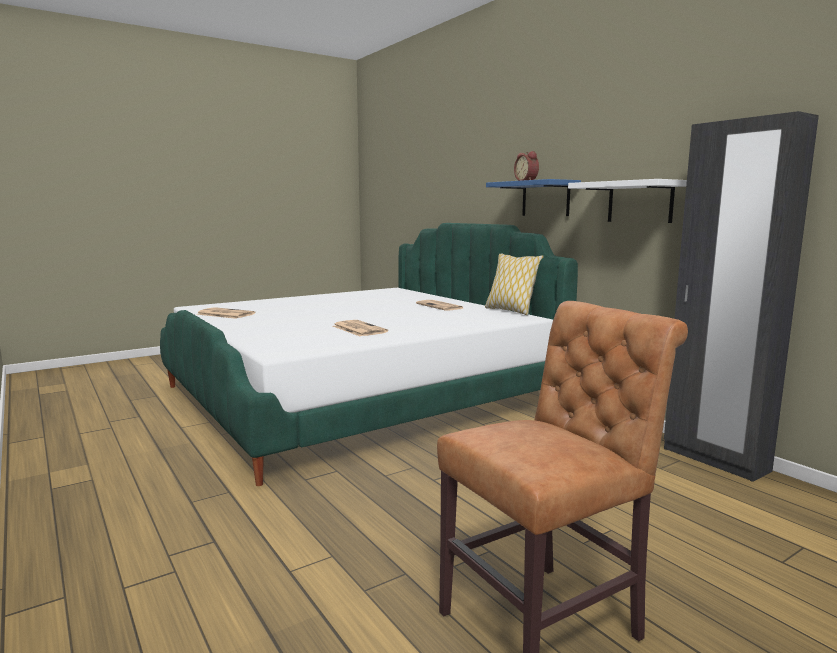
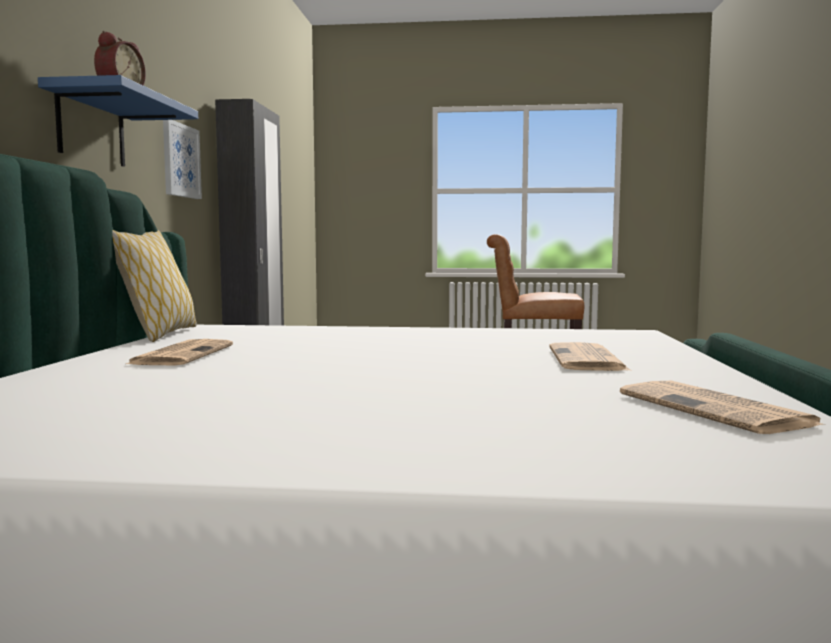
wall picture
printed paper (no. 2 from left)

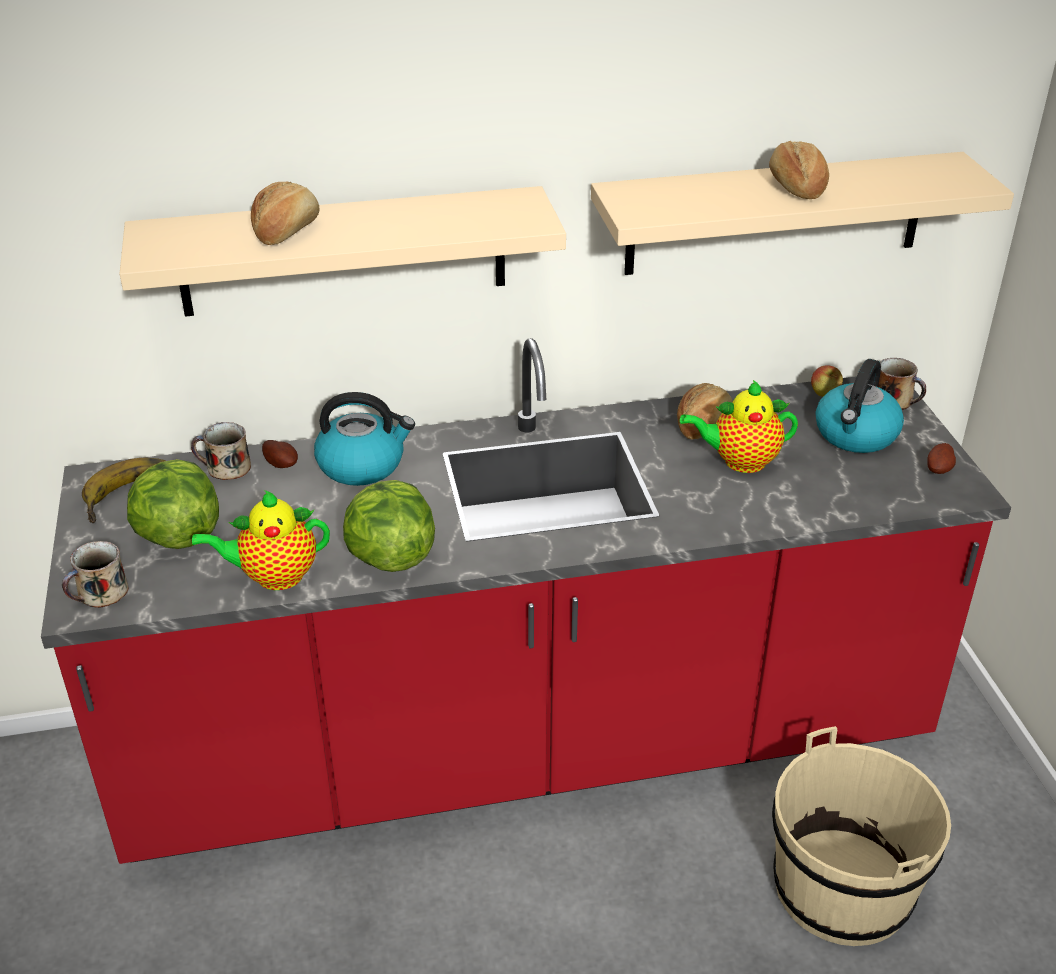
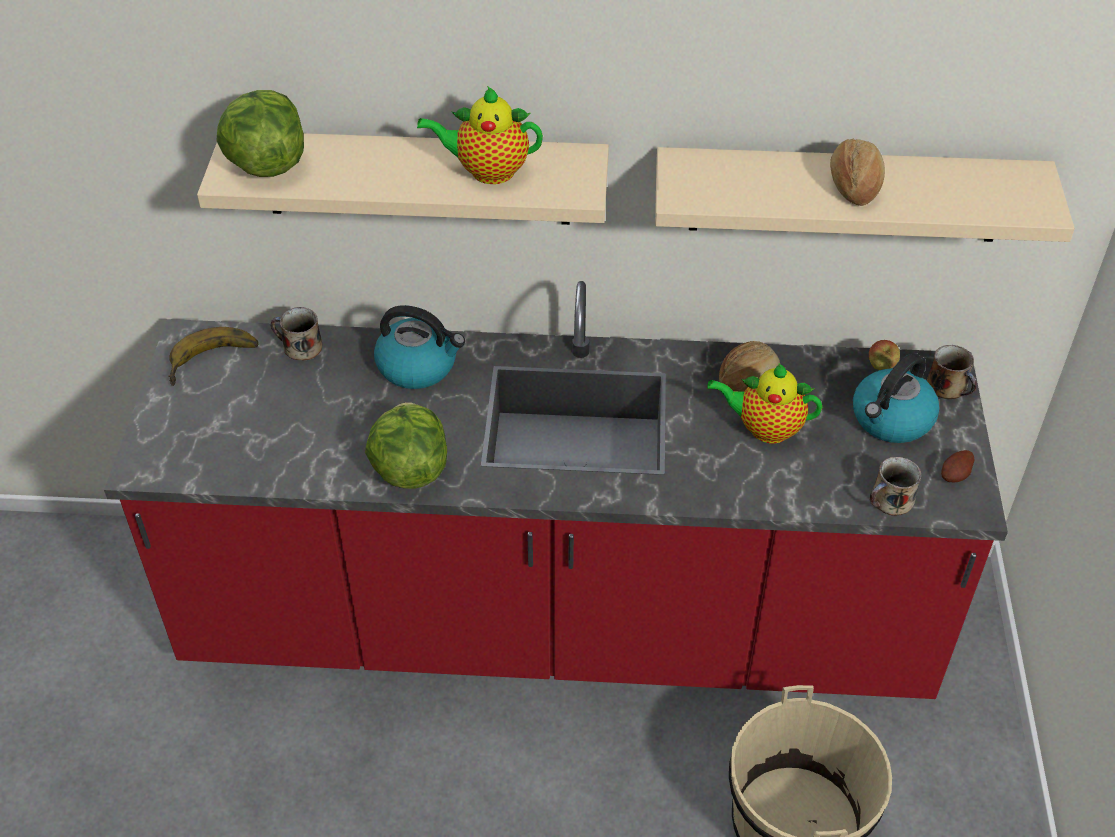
lettuce (no. 1 from left)
tea pot (no. 1 from left)
coffee mug (no. 2 from left)
baked bread (no. 1 from left in the first image)
potato (no. 1 from left in the first image)

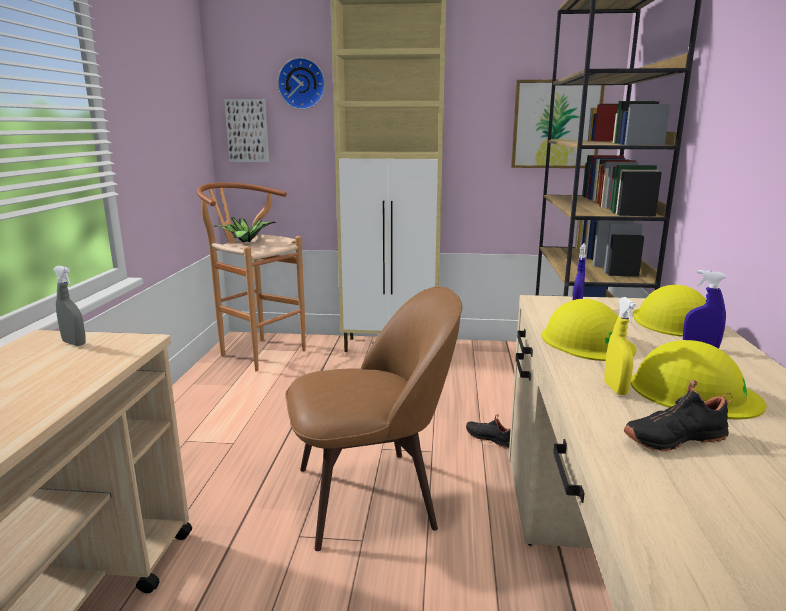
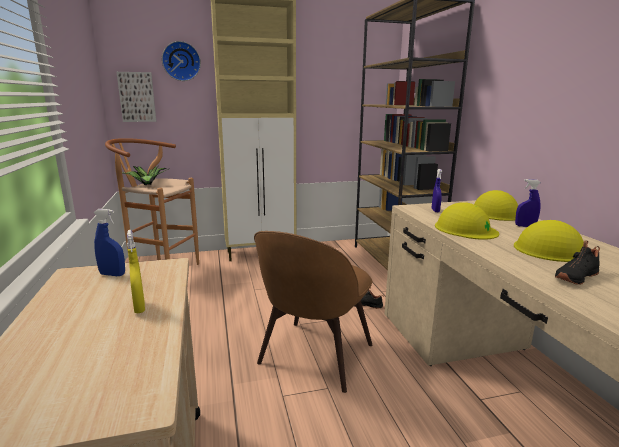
spray bottle (blue-coloured) (no. 1 from left)
spray bottle (yellow-coloured)
upright chair (brownish)
wall picture (no. 2 from left in the first image)

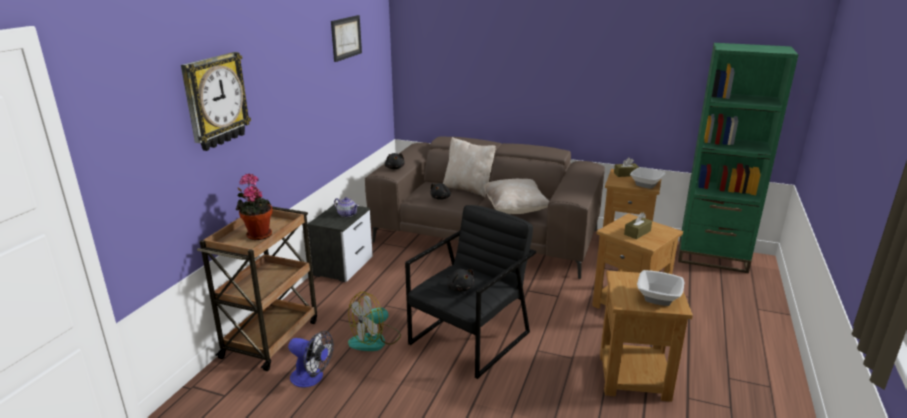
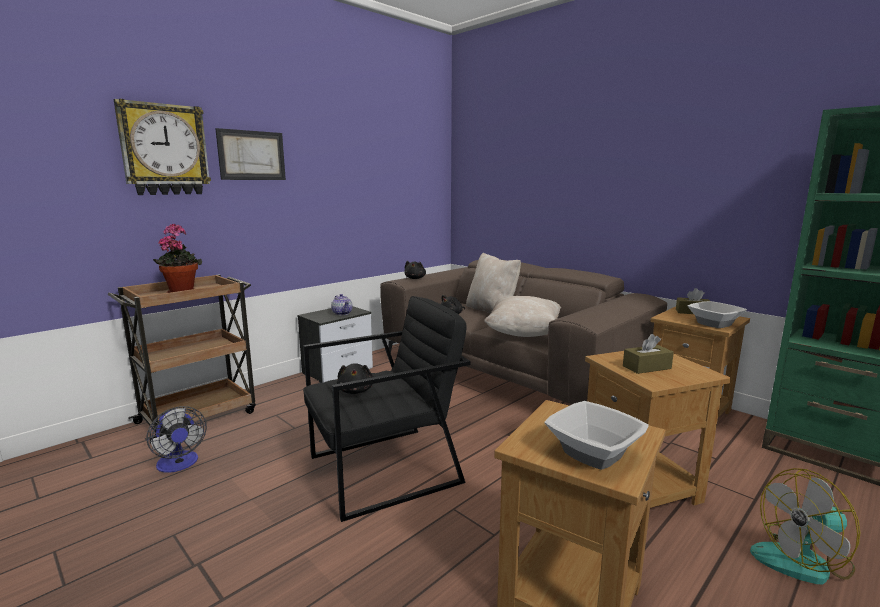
wall picture
fan (no. 2 from left)

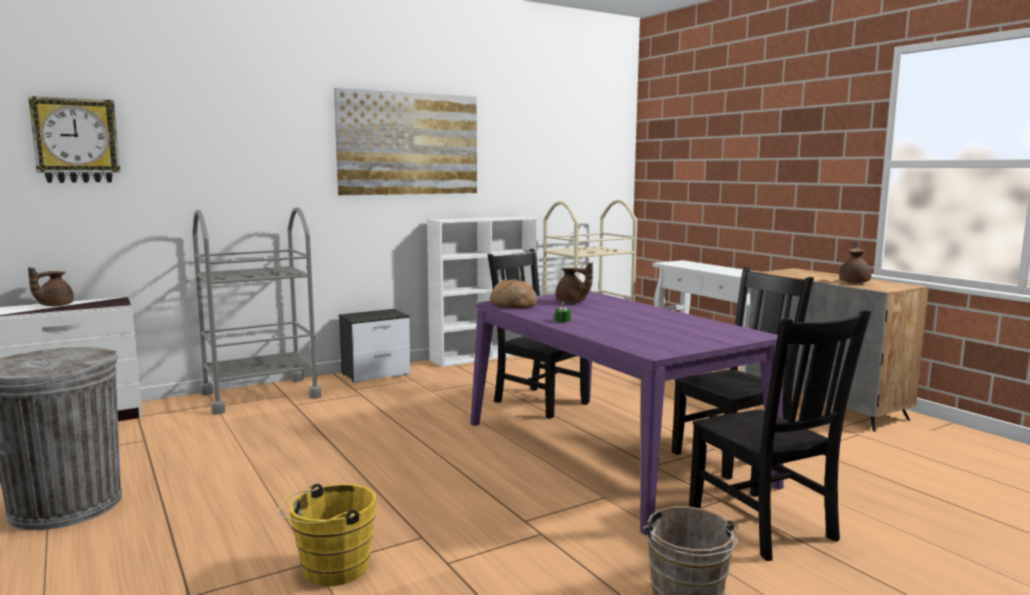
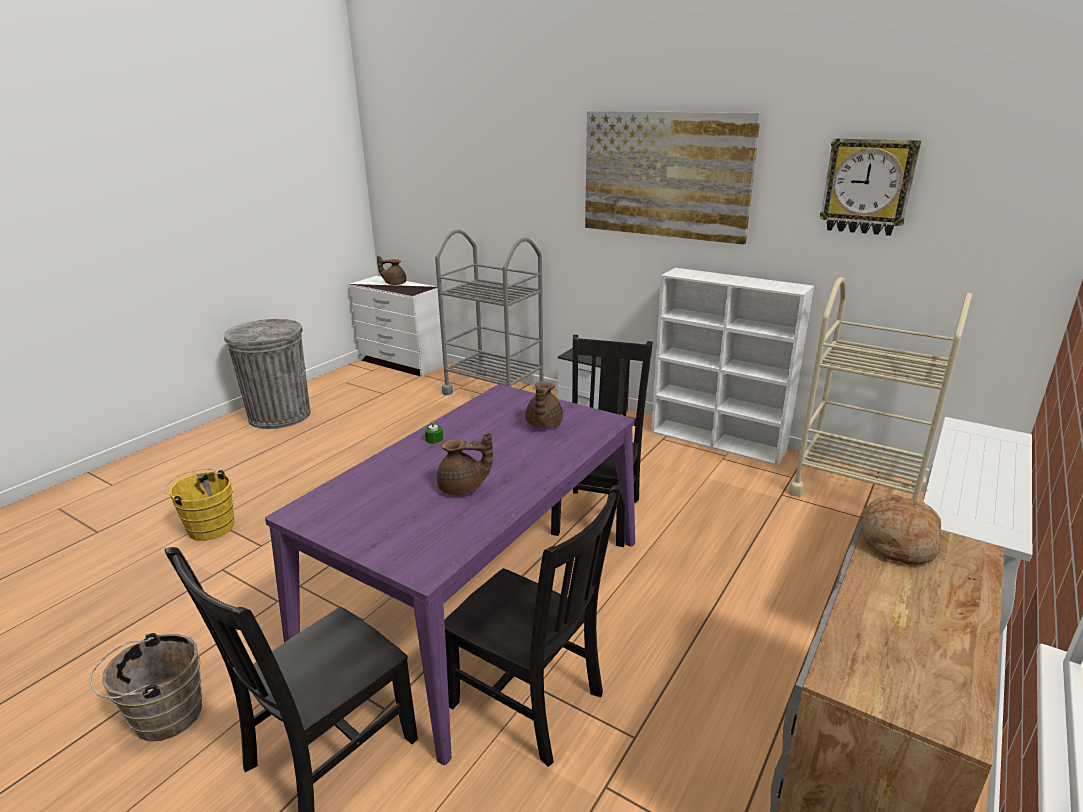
tea pot (brownish) (no. 2 from left)
wall clock
baked bread

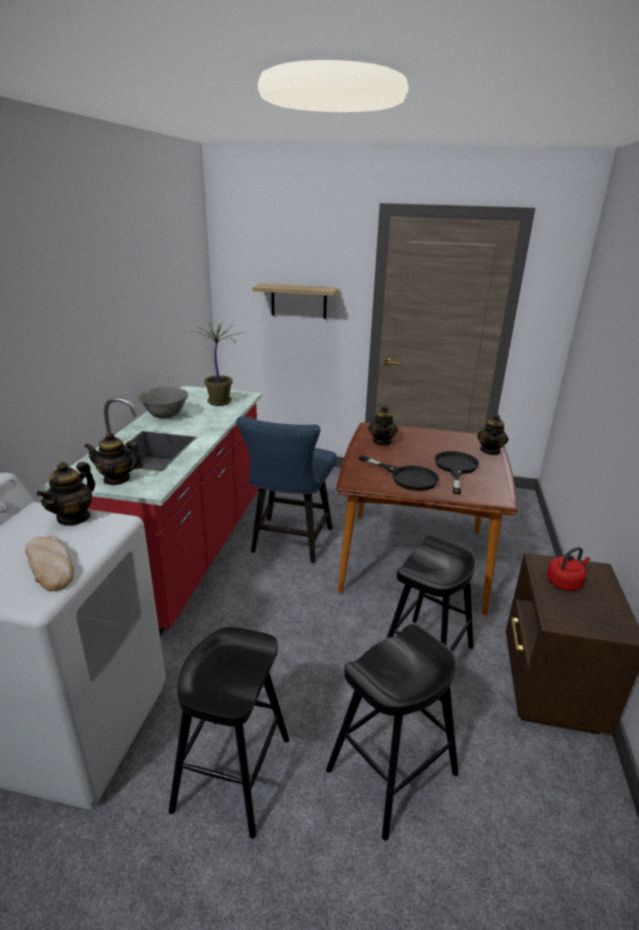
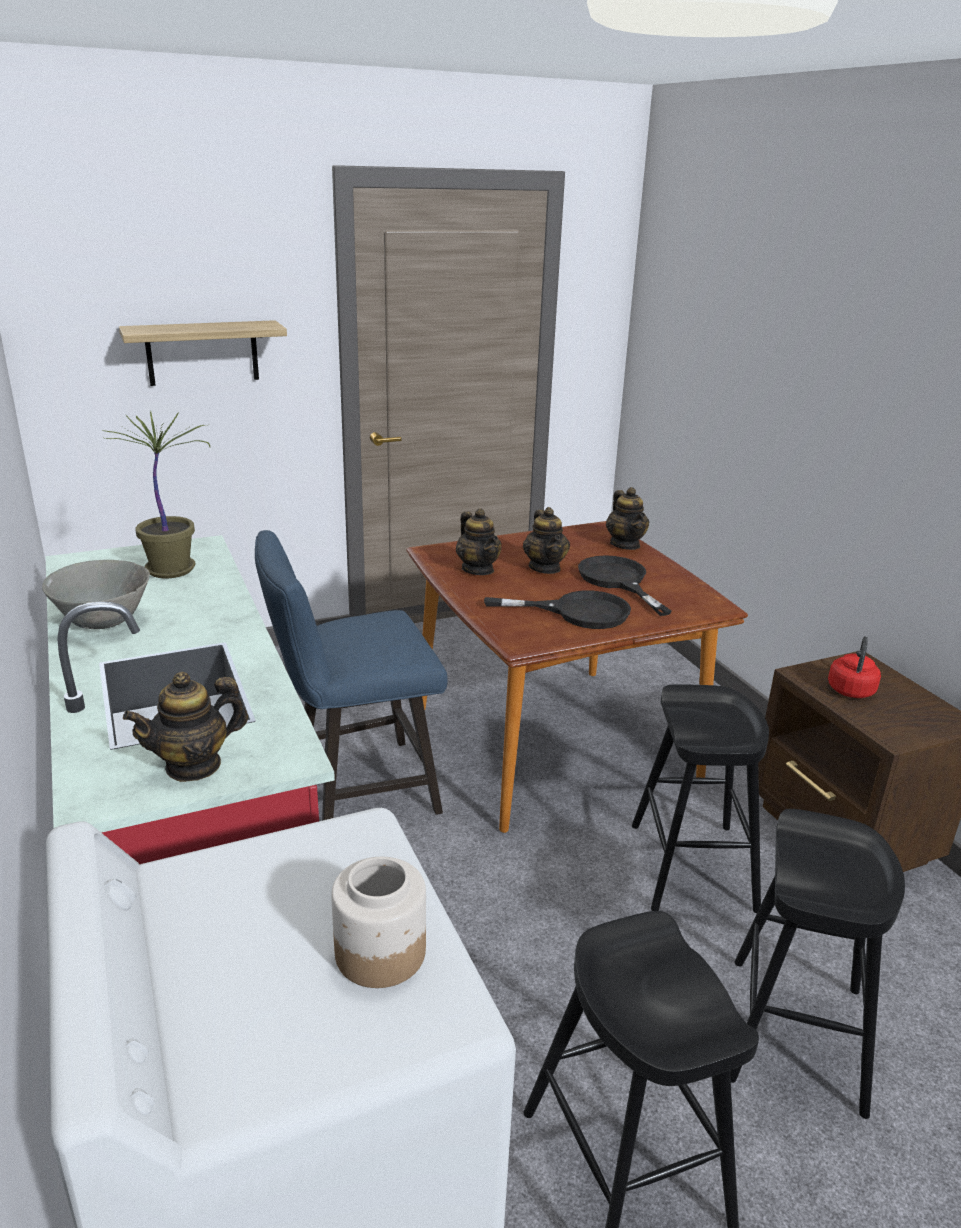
upright chair (blue-coloured)
preserve jar
tea pot (no. 3 from left)

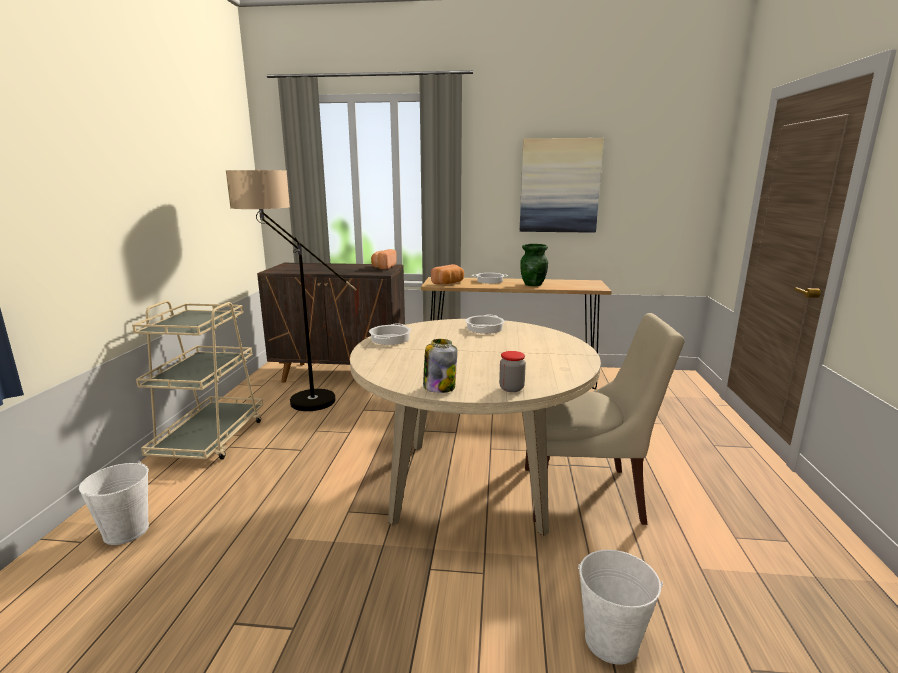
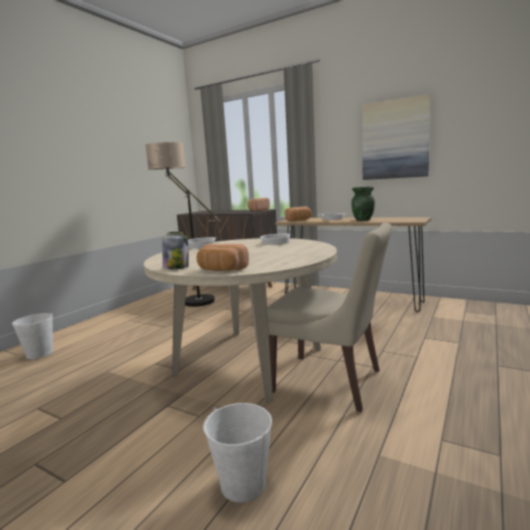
baked bread (no. 1 from left)
trolley (beige)

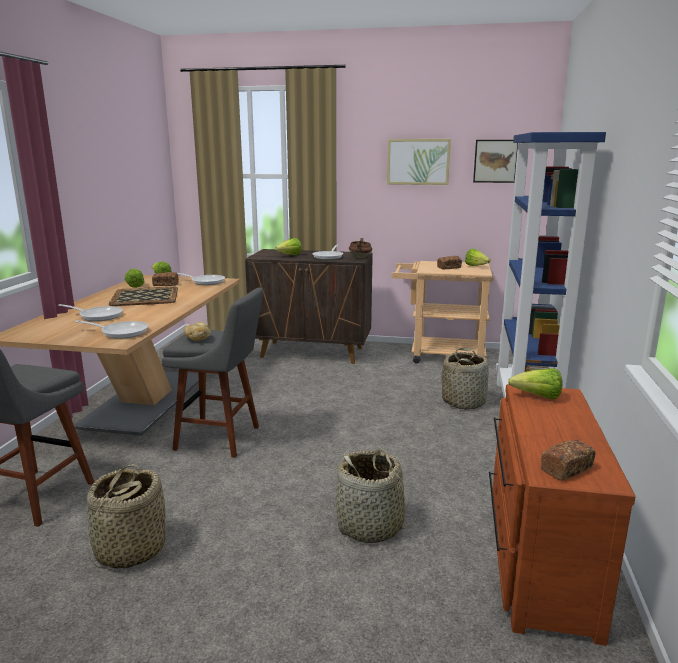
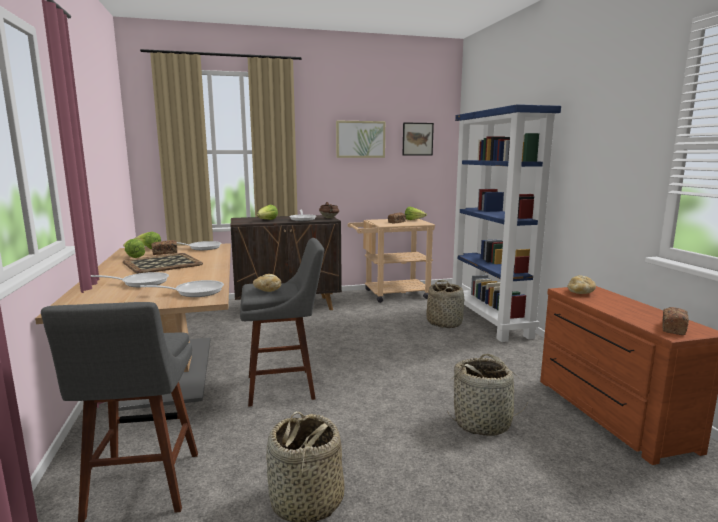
baked bread (no. 4 from left)

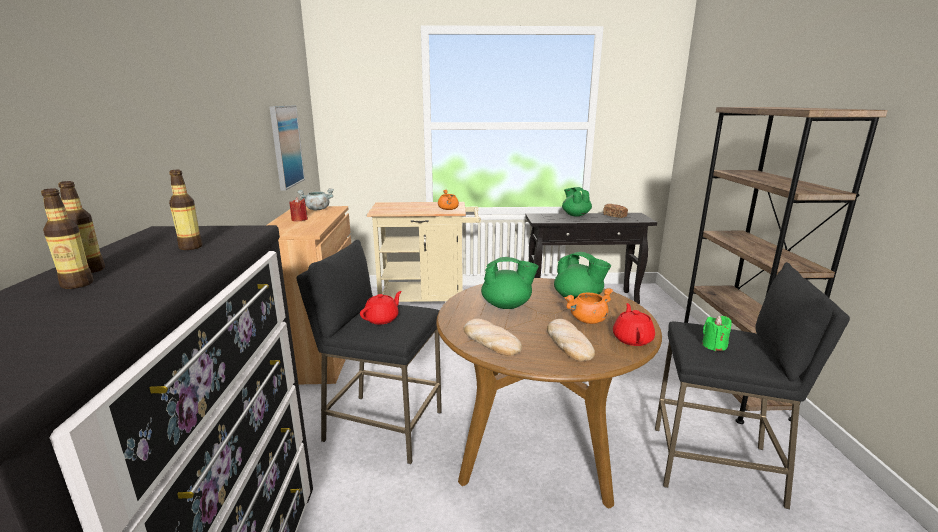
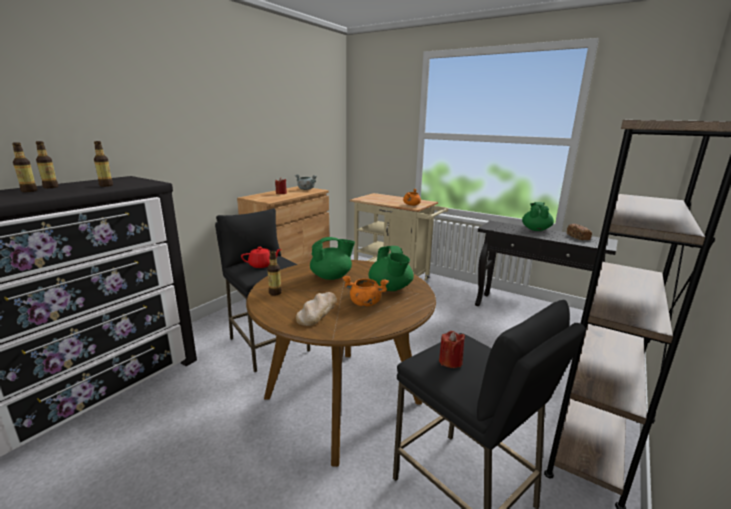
drink bottle (no. 4 from left)
tea pot (greenish) (no. 1 from left)
candle (reddish) (no. 2 from left)
wall picture
tea pot (reddish) (no. 2 from left in the first image)

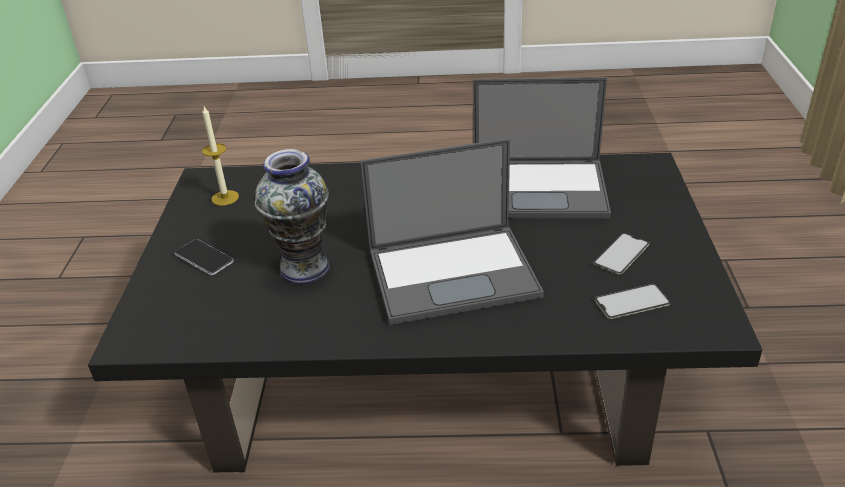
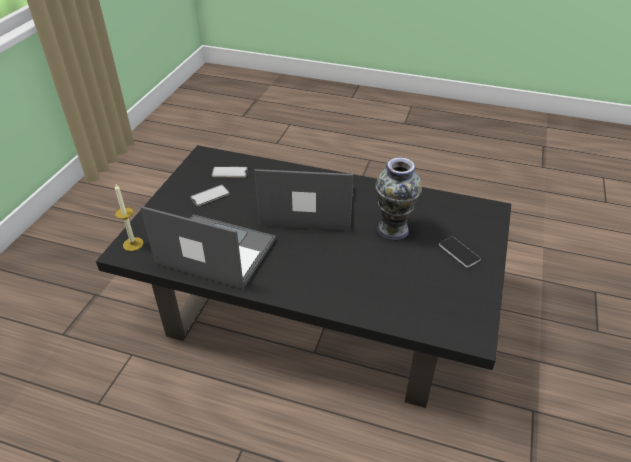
candle

